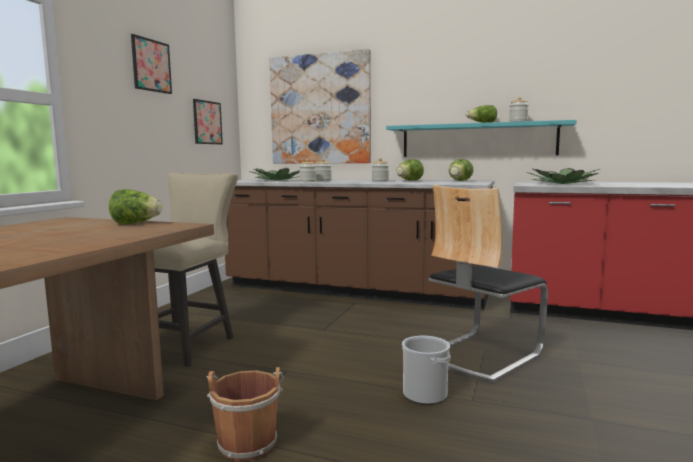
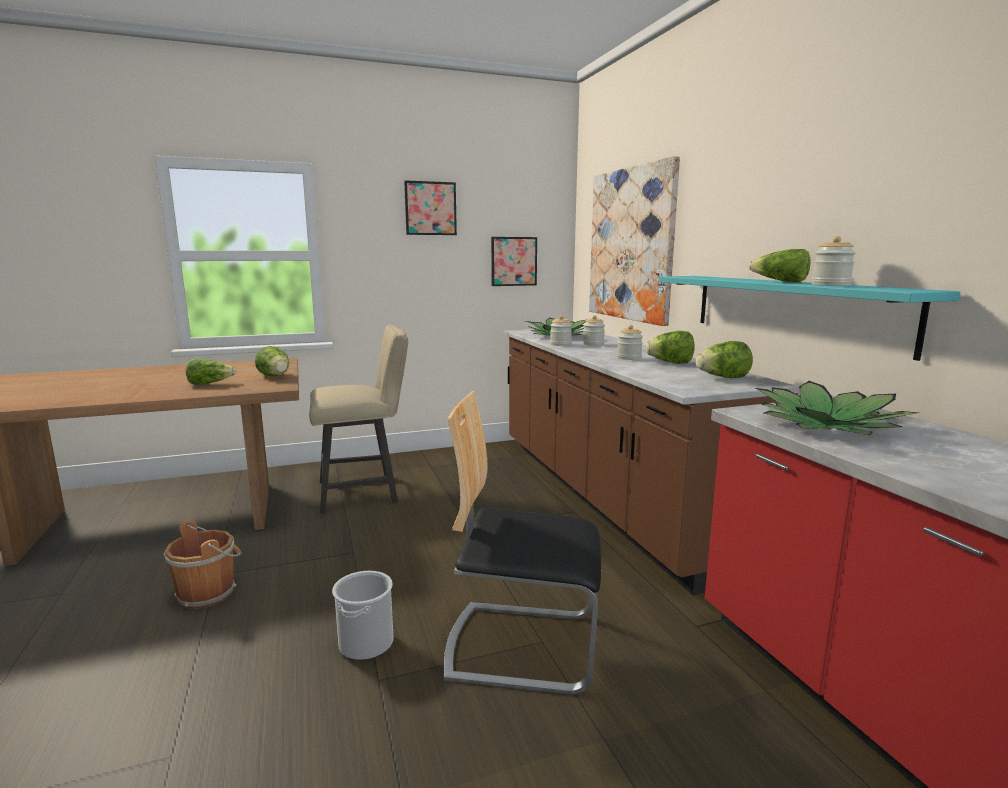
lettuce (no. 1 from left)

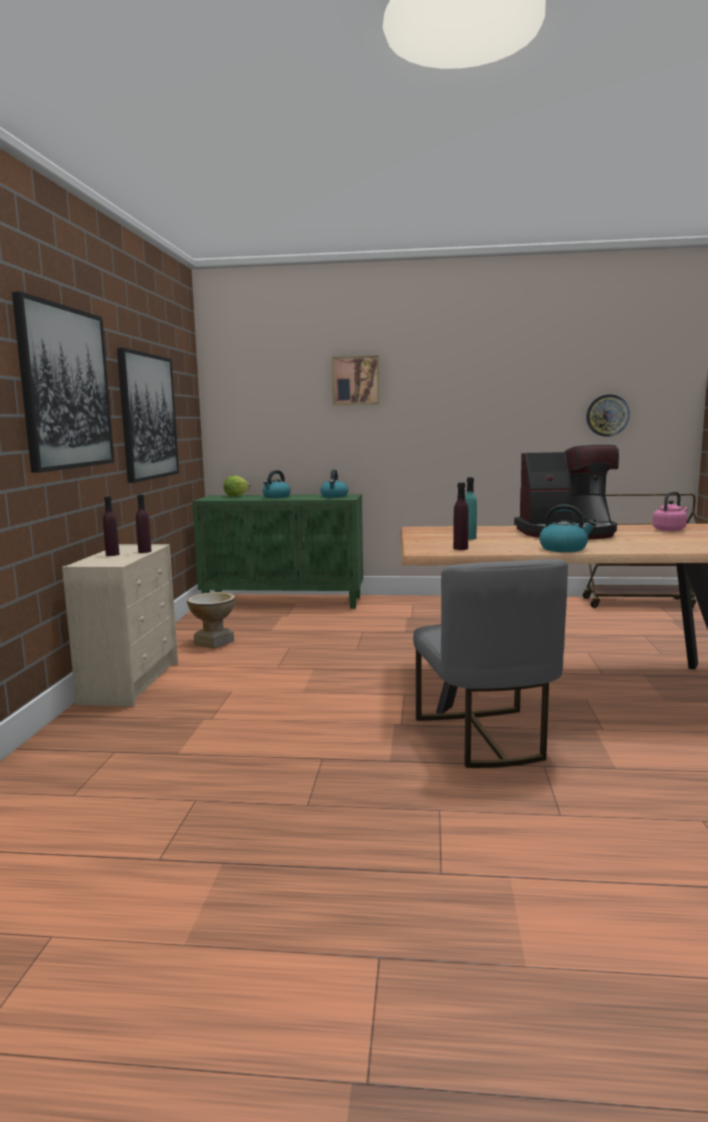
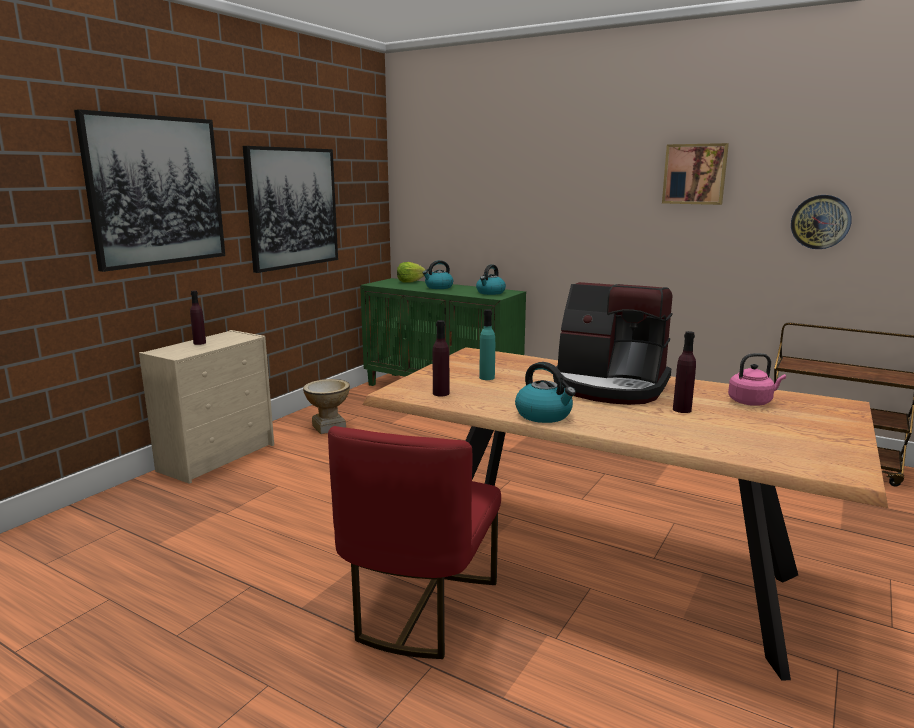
upright chair (reddish)
wall picture (no. 3 from left)
drink bottle (purple-coloured) (no. 3 from left)

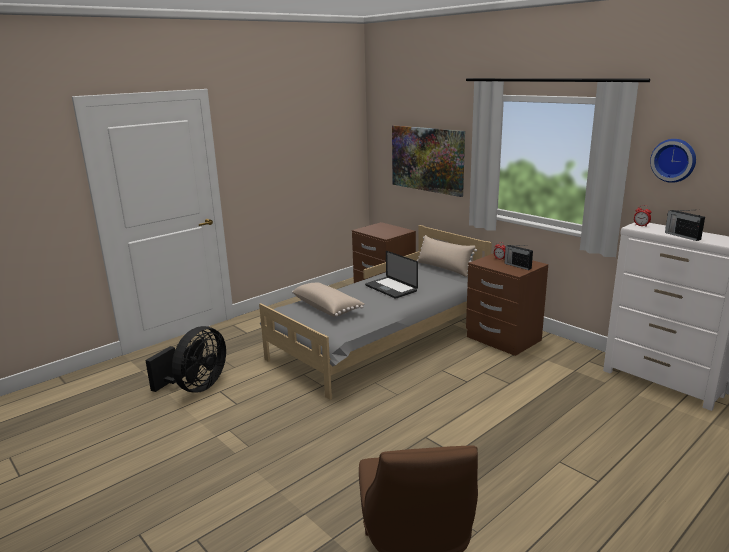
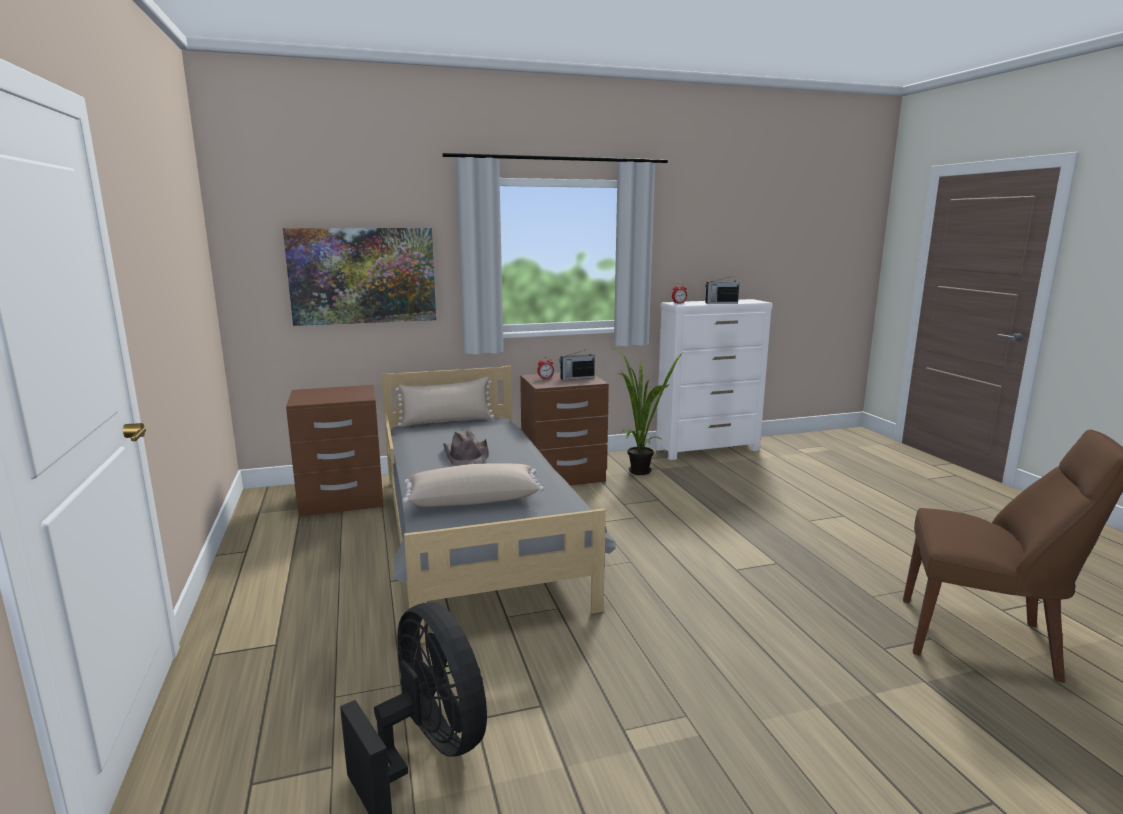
wearable hat (brownish)
potted plant
wall clock

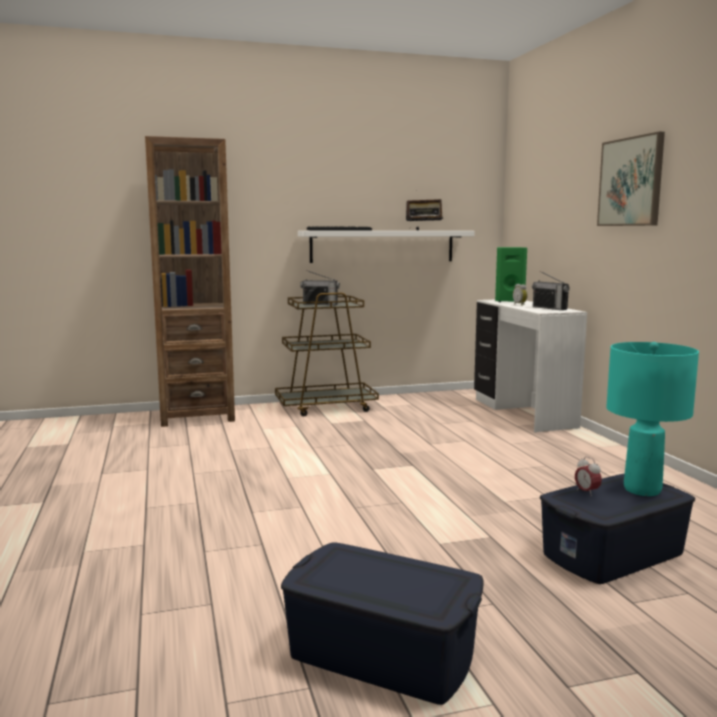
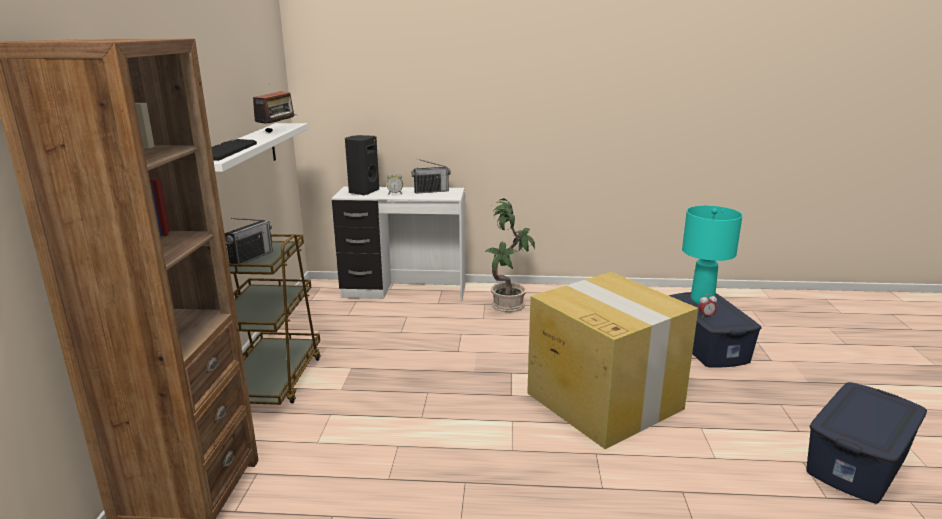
speaker (blackish)
potted plant
packing box
wall picture

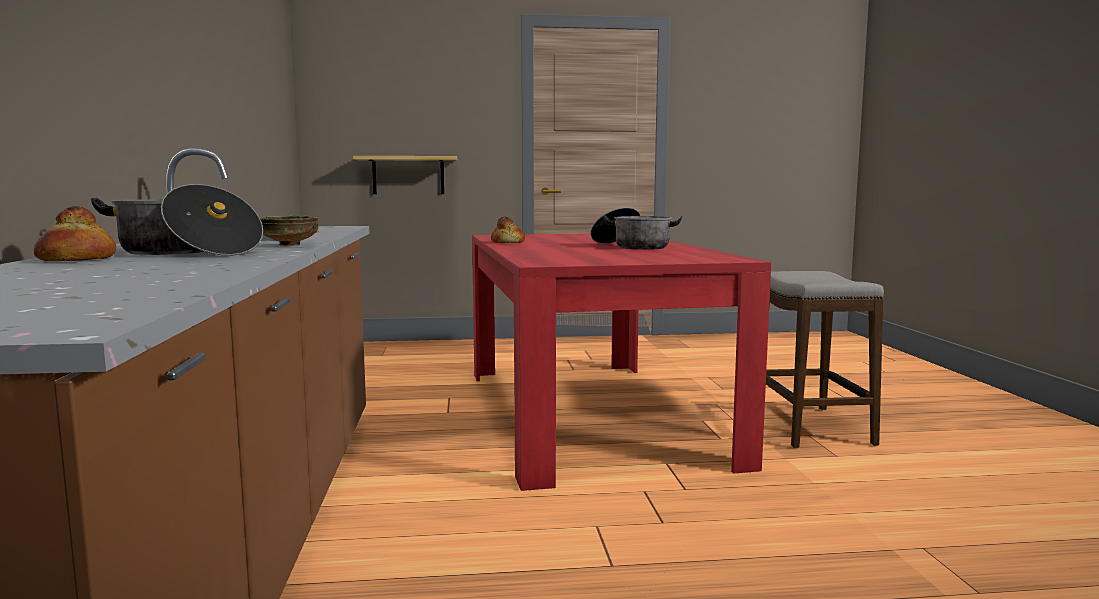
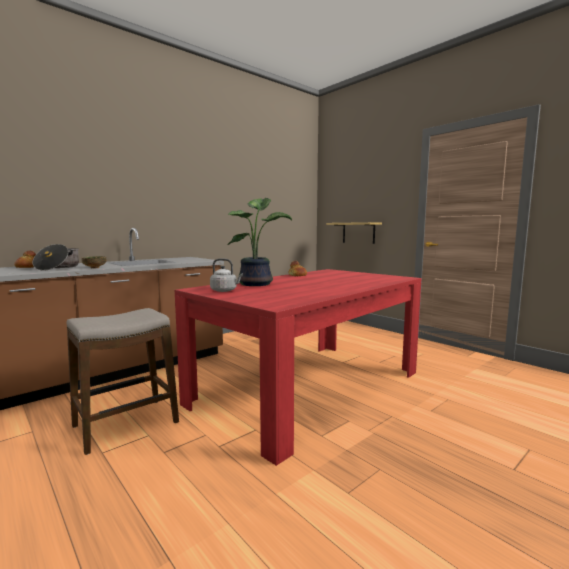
sitting stool
kettle (grey)
potted plant
stockpot (no. 2 from left in the first image)

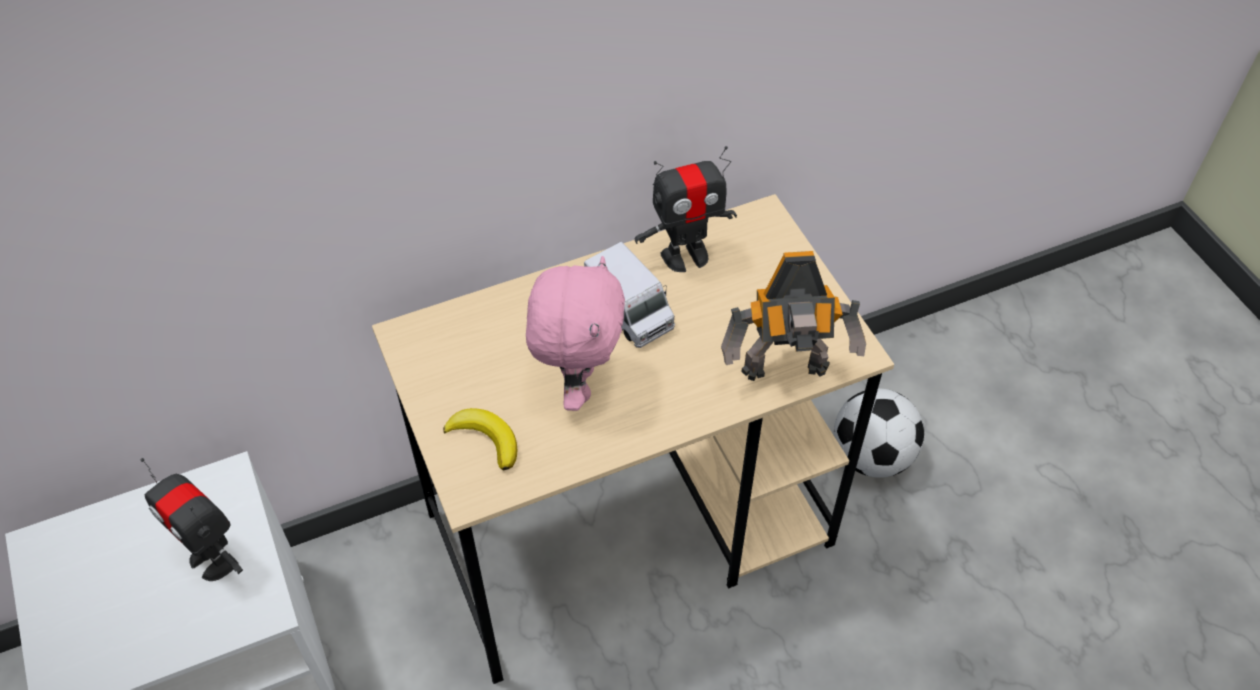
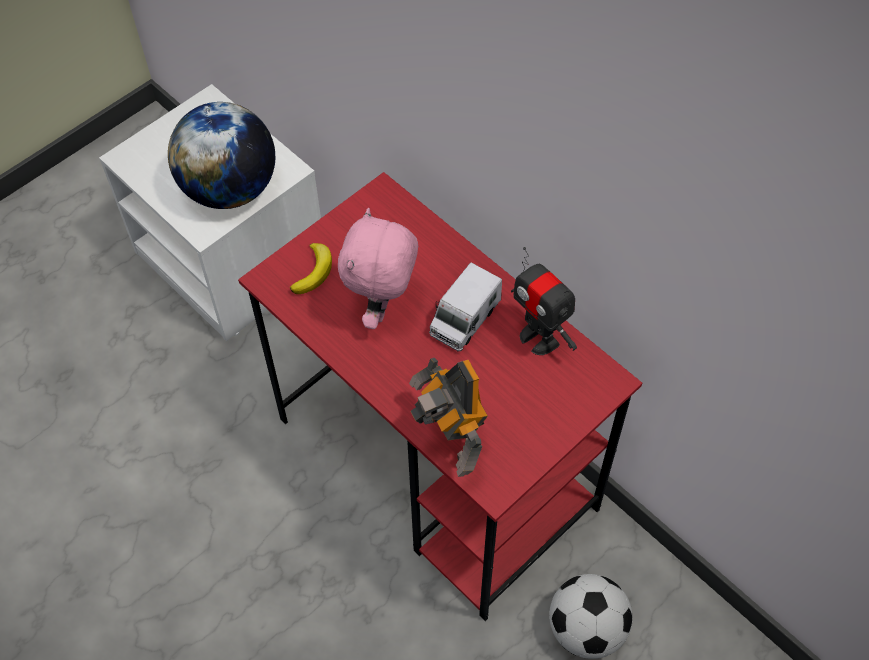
world globe
desk unit (reddish)
plush toy (pinkish)

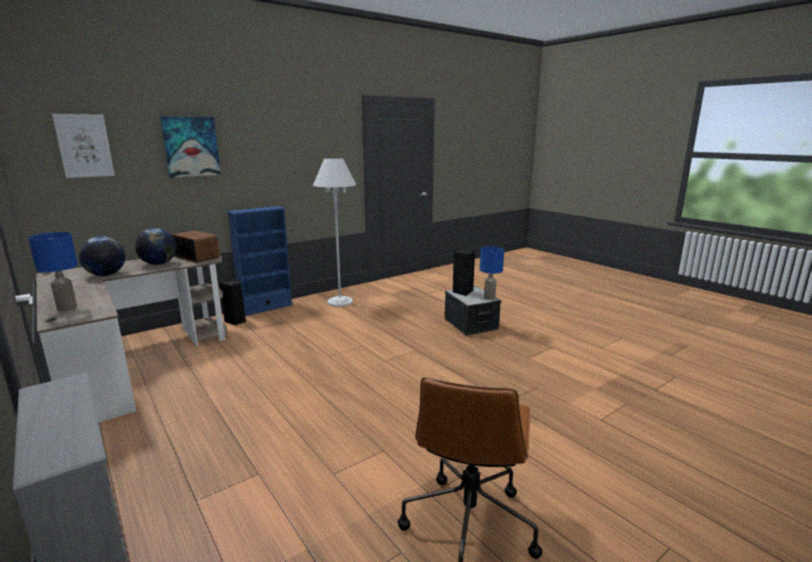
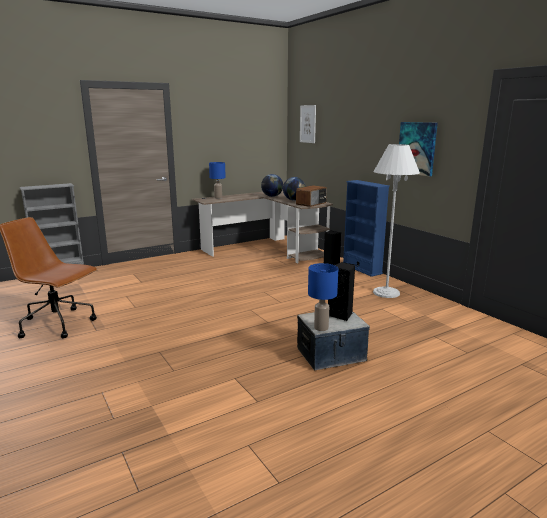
wall picture (no. 2 from left)

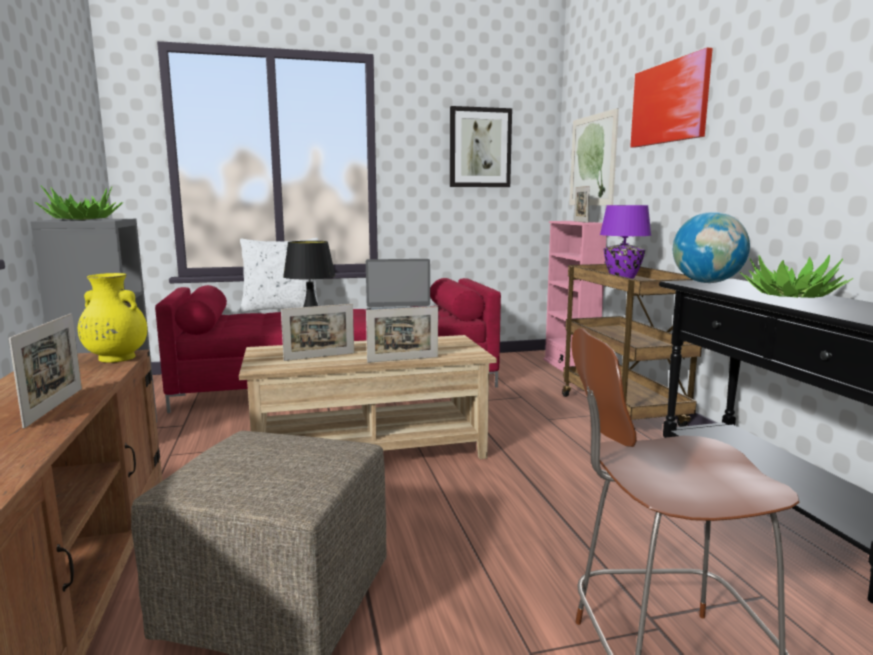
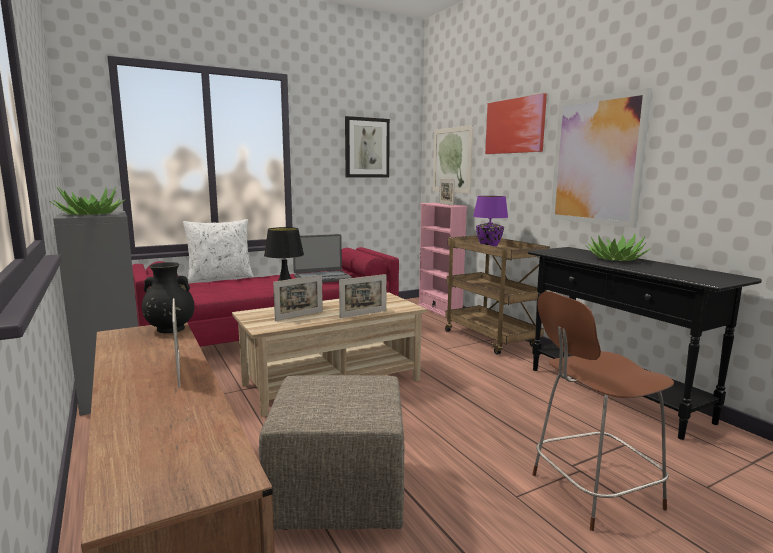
decorative vase (blackish)
wall picture (no. 4 from left)
world globe

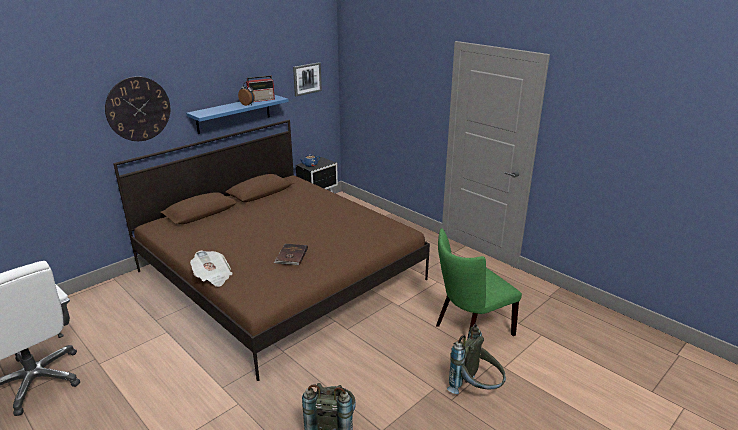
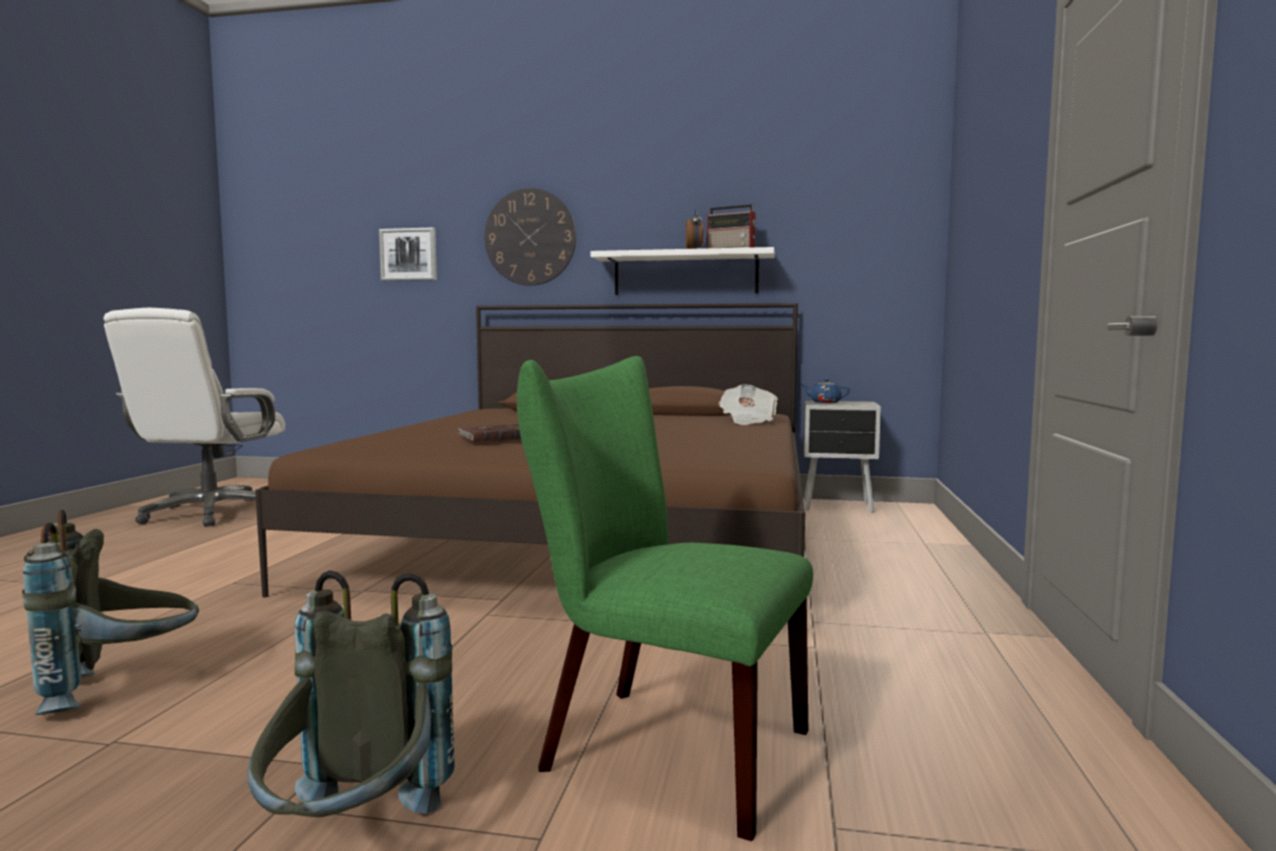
wall picture
shelf (white)
printed paper

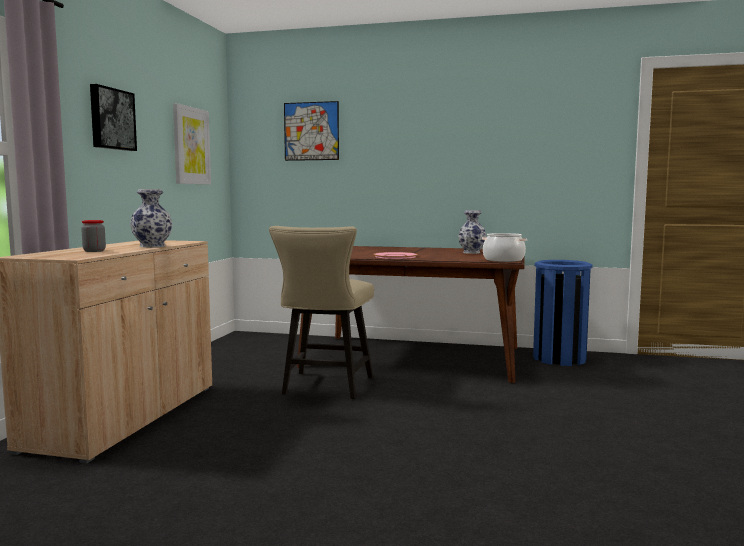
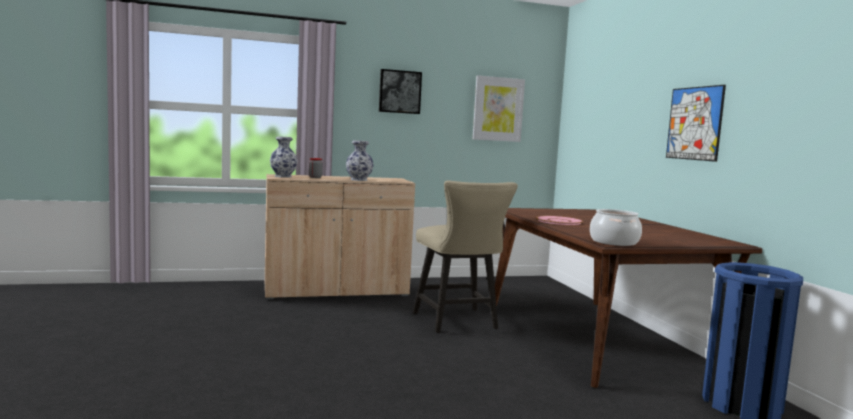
decorative vase (no. 1 from left)
upright chair (beige)
wall picture (no. 3 from left)

